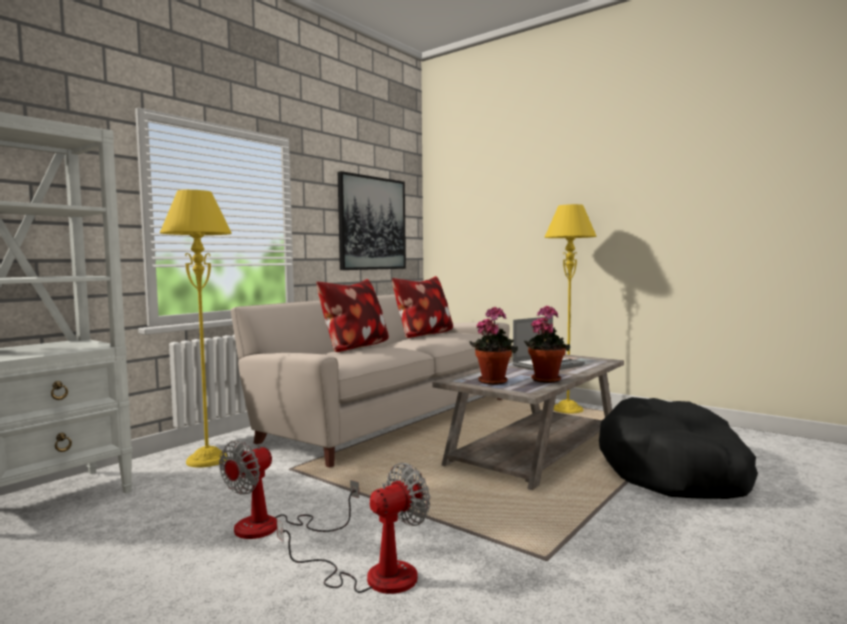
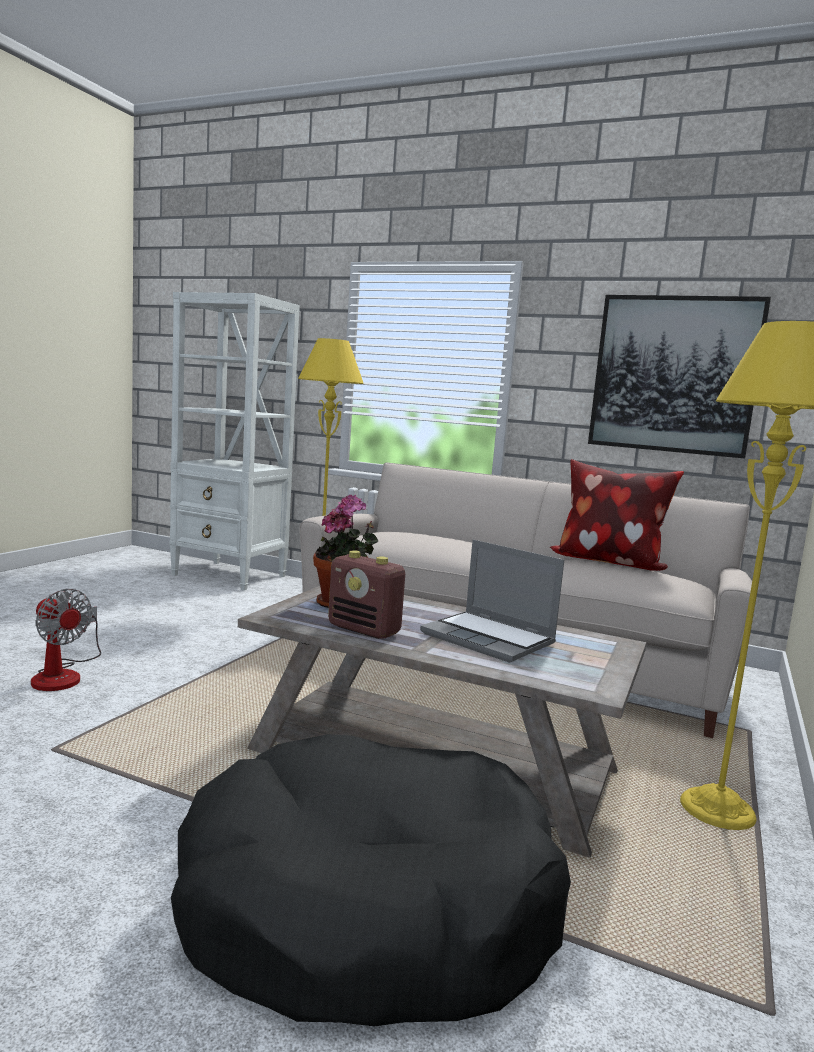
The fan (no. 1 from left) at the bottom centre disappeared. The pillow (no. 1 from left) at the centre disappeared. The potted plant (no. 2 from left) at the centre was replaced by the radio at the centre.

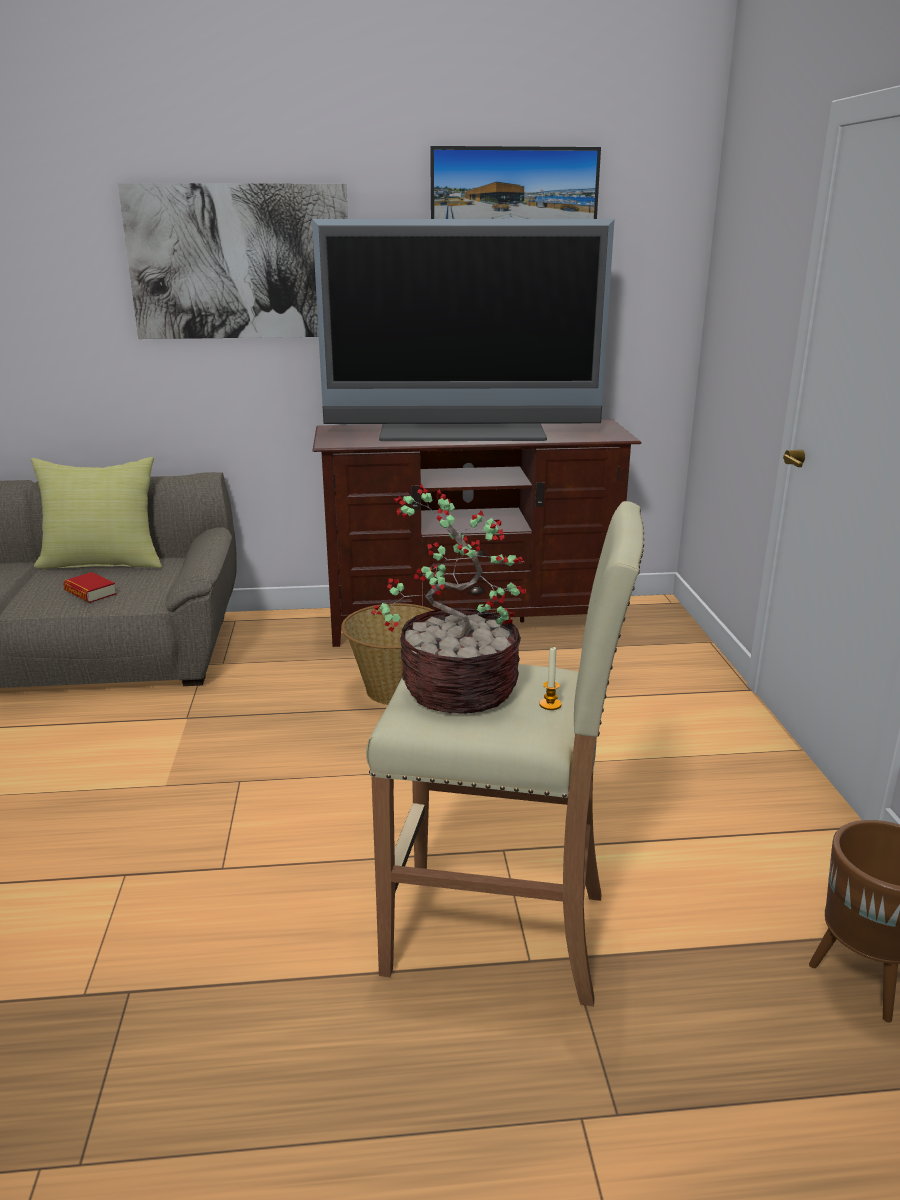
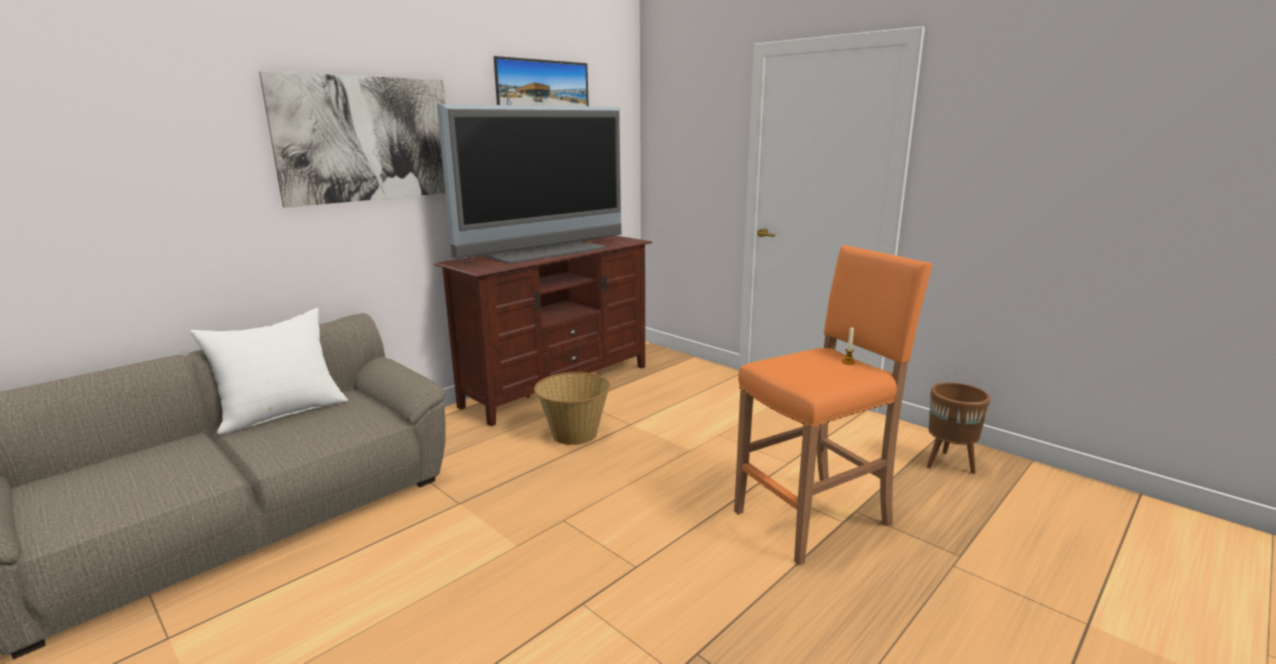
The pillow in yellow at the middle left became the pillow in white at the middle left. The book at the middle left disappeared. The stool in beige at the centre became the stool in orange at the centre. The potted plant at the centre disappeared.

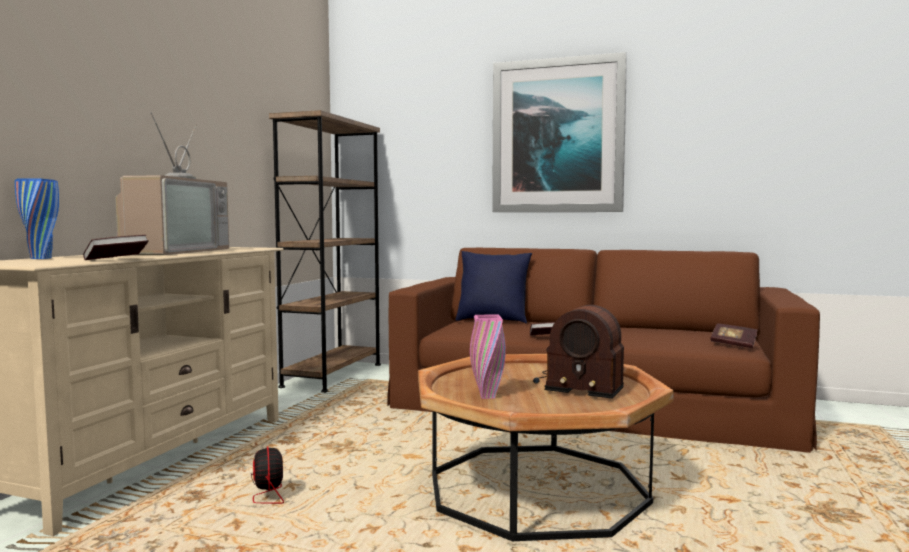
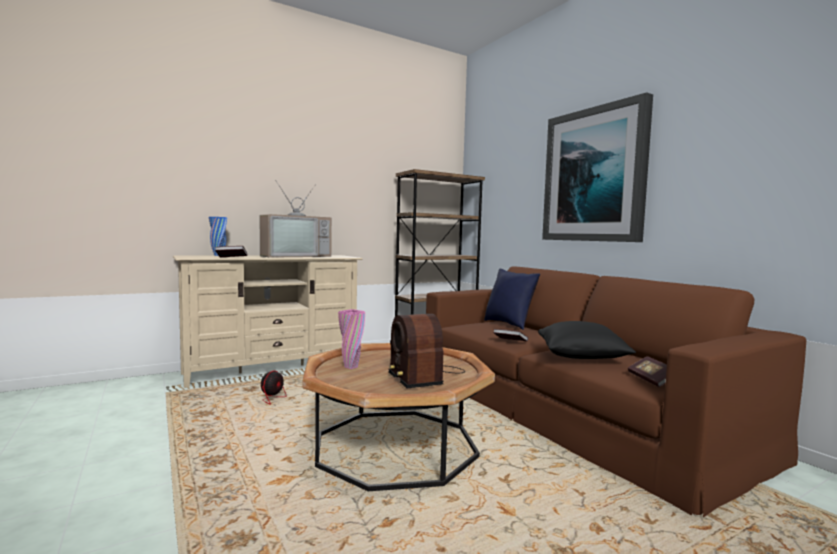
The pillow in black at the middle right appeared.

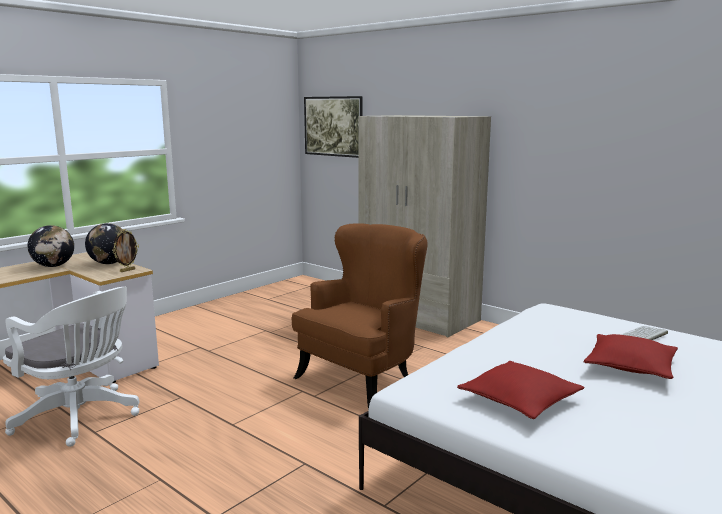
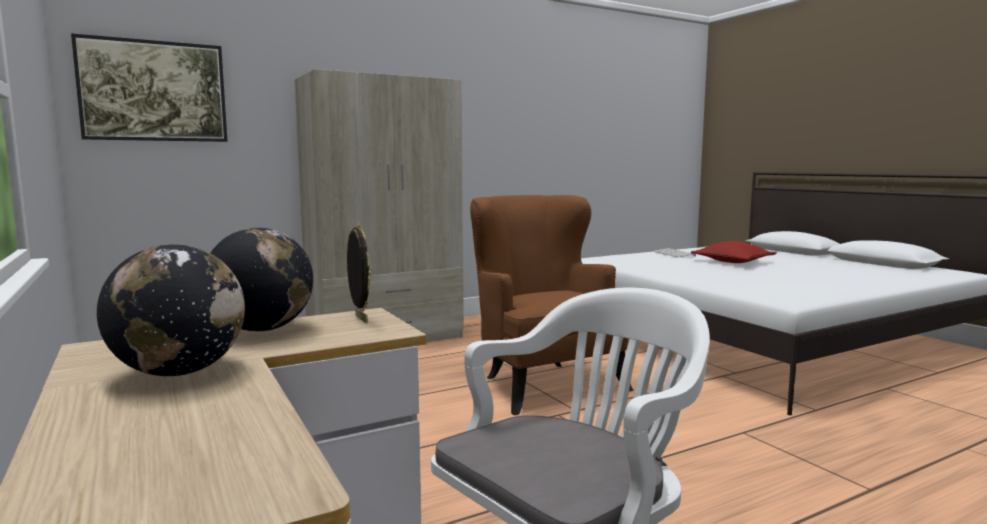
The pillow in red (no. 1 from left) at the bottom right disappeared.

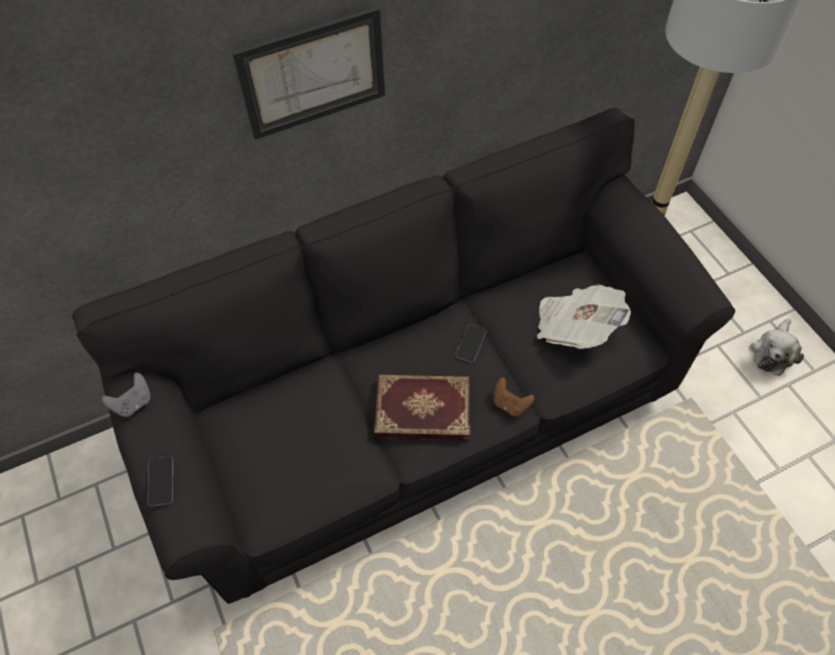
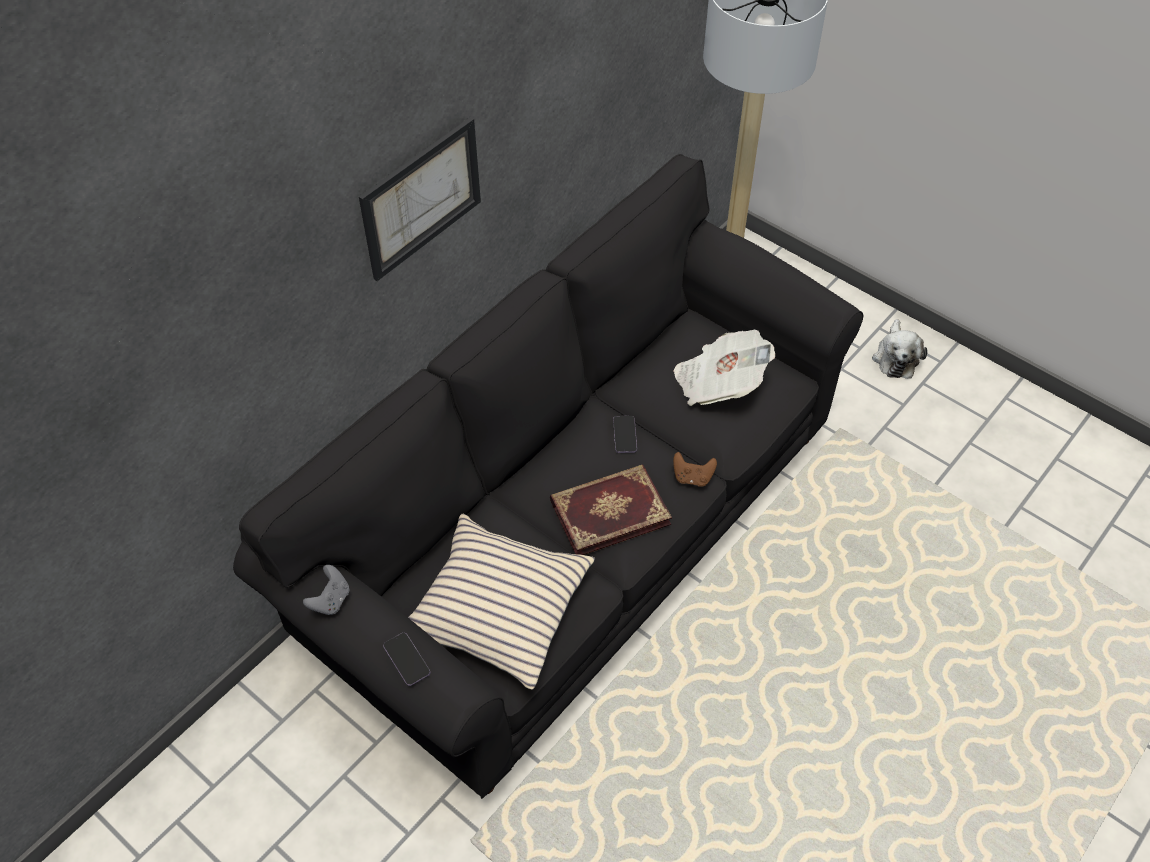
The pillow in beige at the bottom centre appeared.

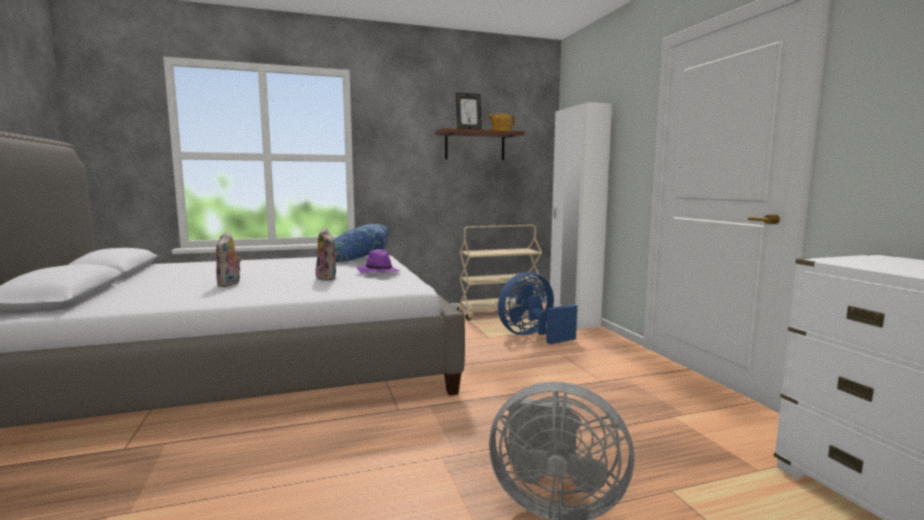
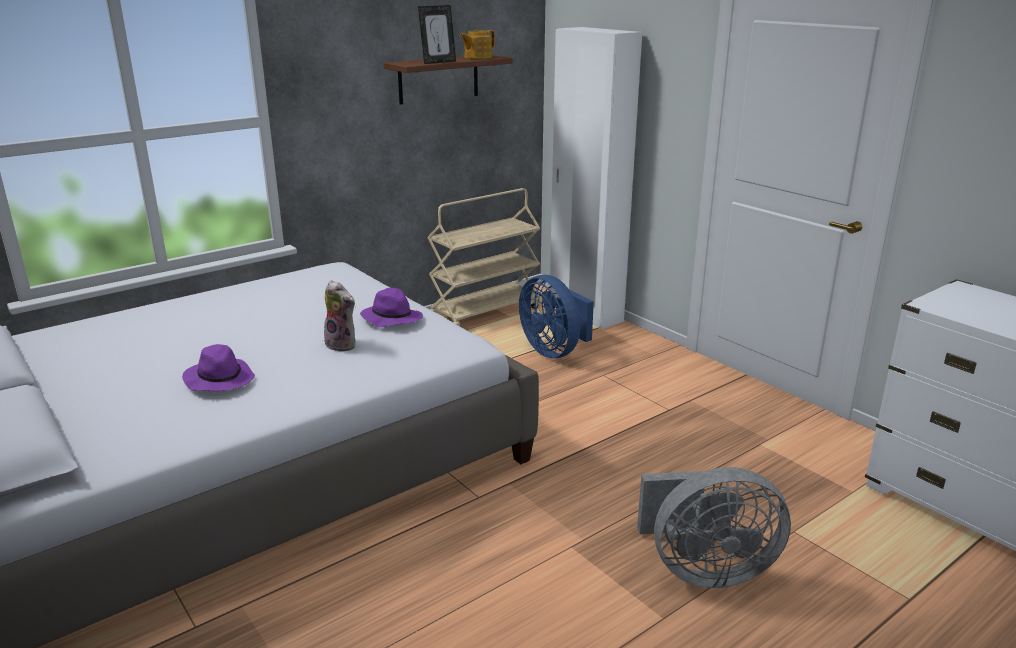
The plush toy (no. 1 from left) at the middle left was replaced by the hat in purple (no. 1 from left) at the middle left. The pillow in blue at the centre disappeared. The fan in blue at the centre turned 75 degrees counterclockwise.

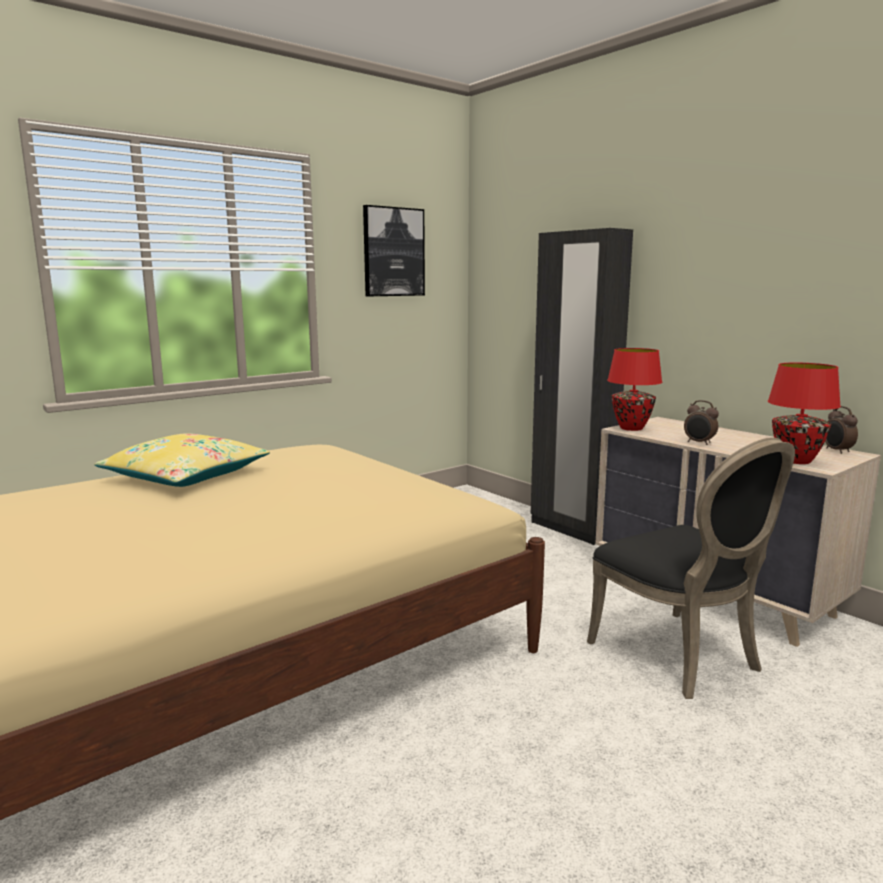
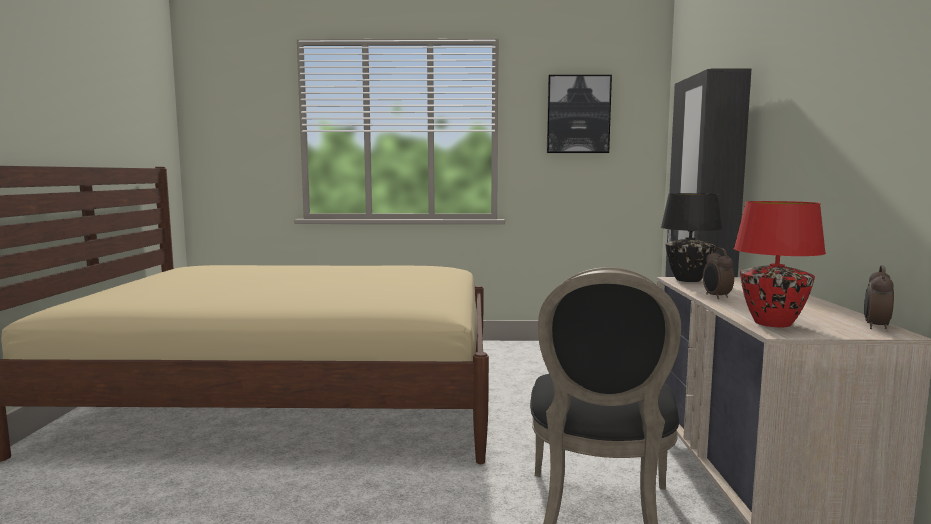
The pillow in yellow at the middle left disappeared. The table lamp in red (no. 1 from left) at the middle right became the table lamp in black at the middle right.

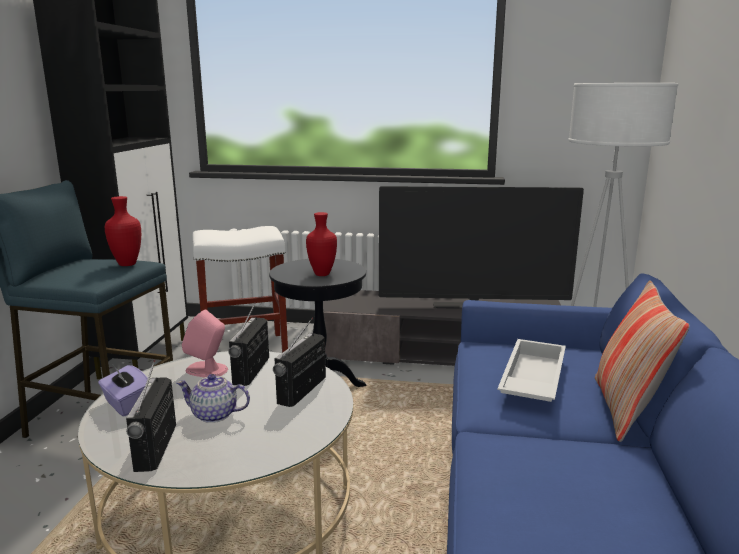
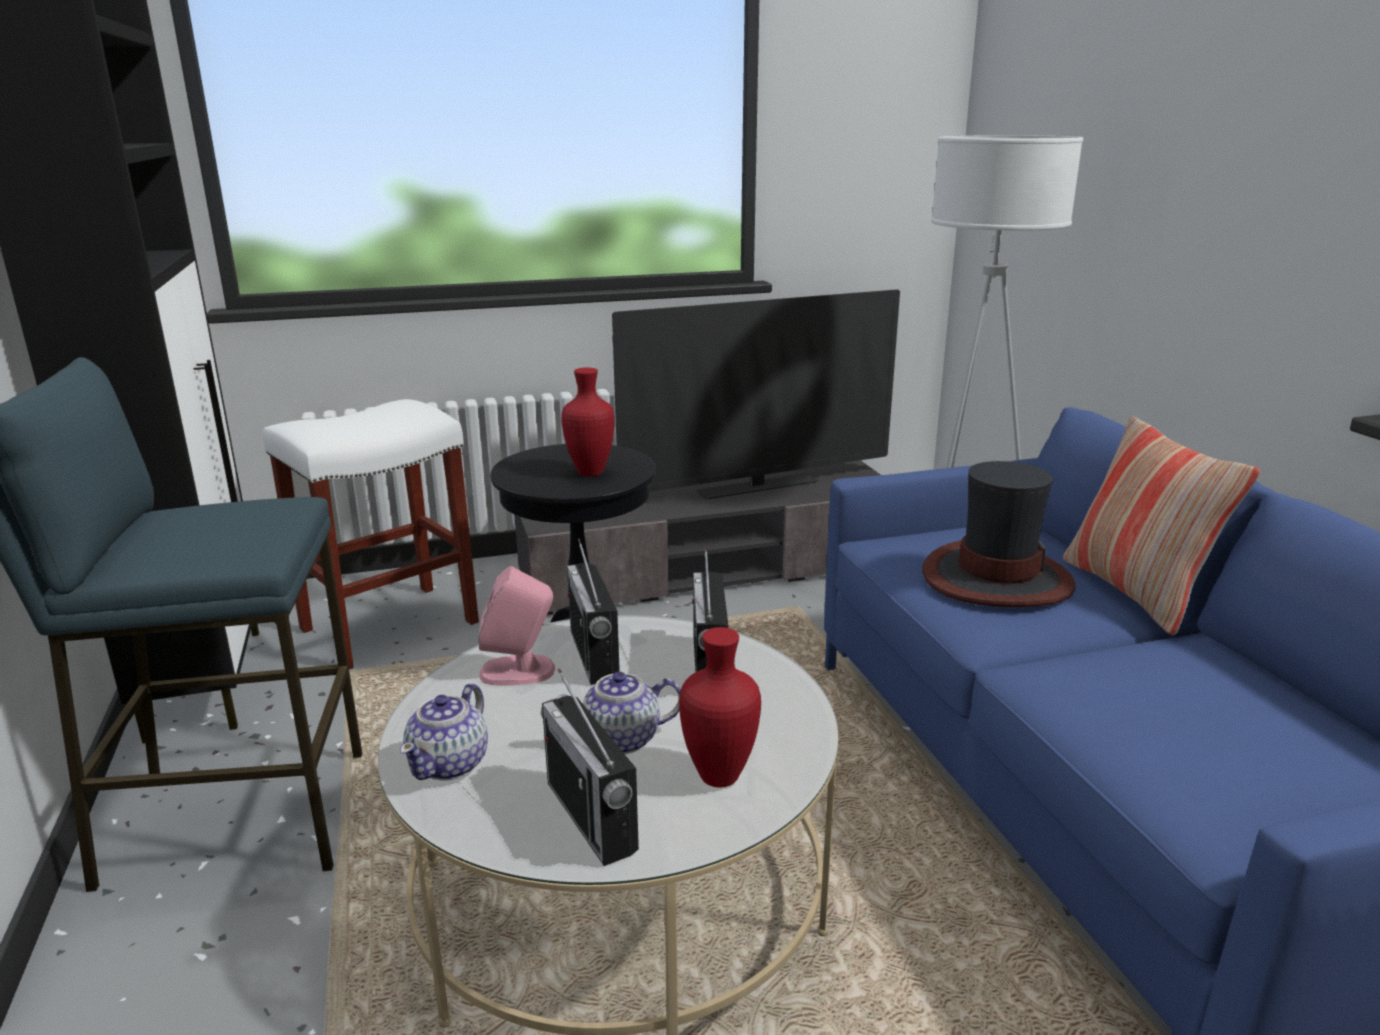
The tissue box in purple at the bottom left was replaced by the teapot (no. 1 from left) at the bottom left. The vase in red (no. 1 from left in the first image) moved from the middle left to the bottom centre. The tray in white at the bottom right was replaced by the hat at the middle right.

